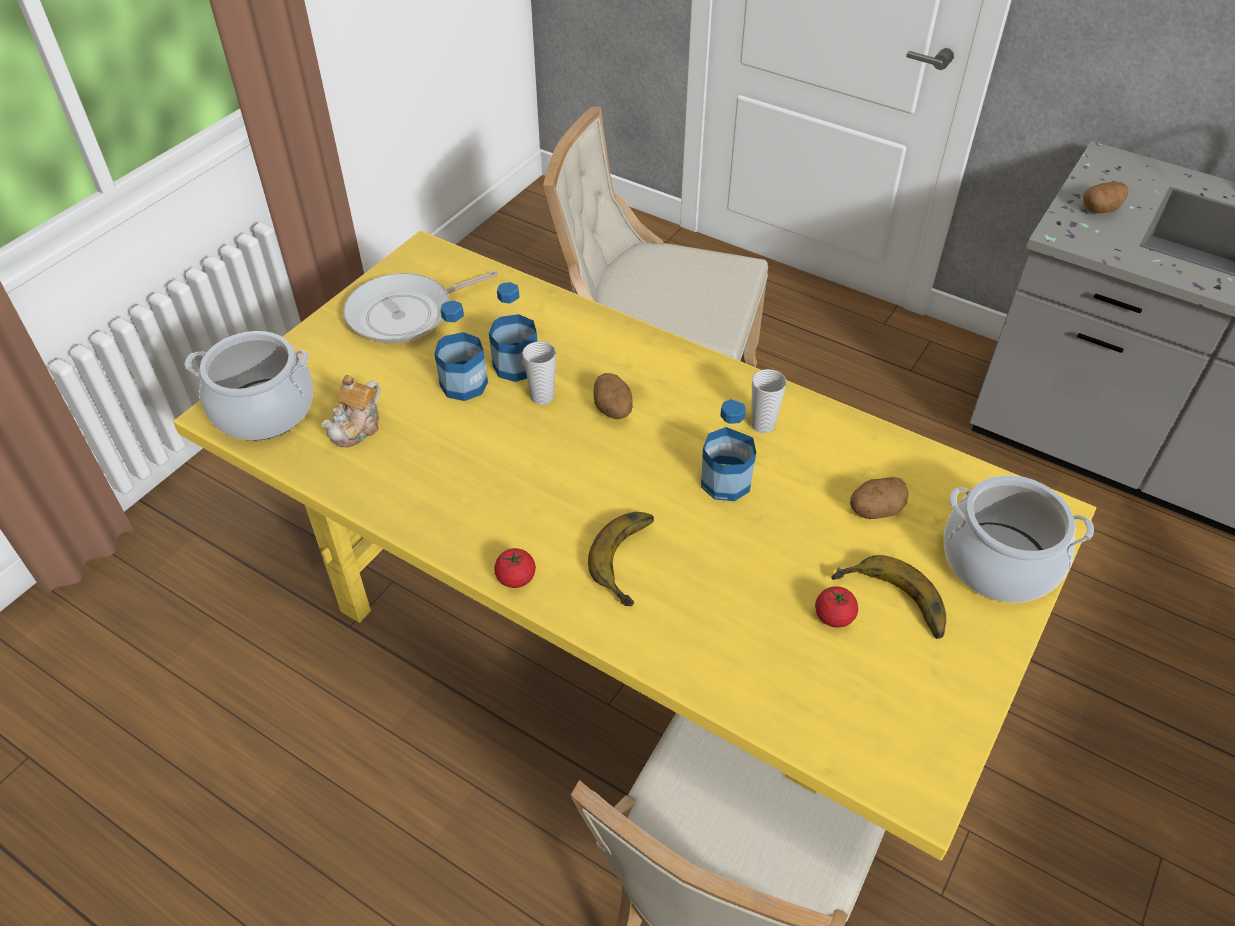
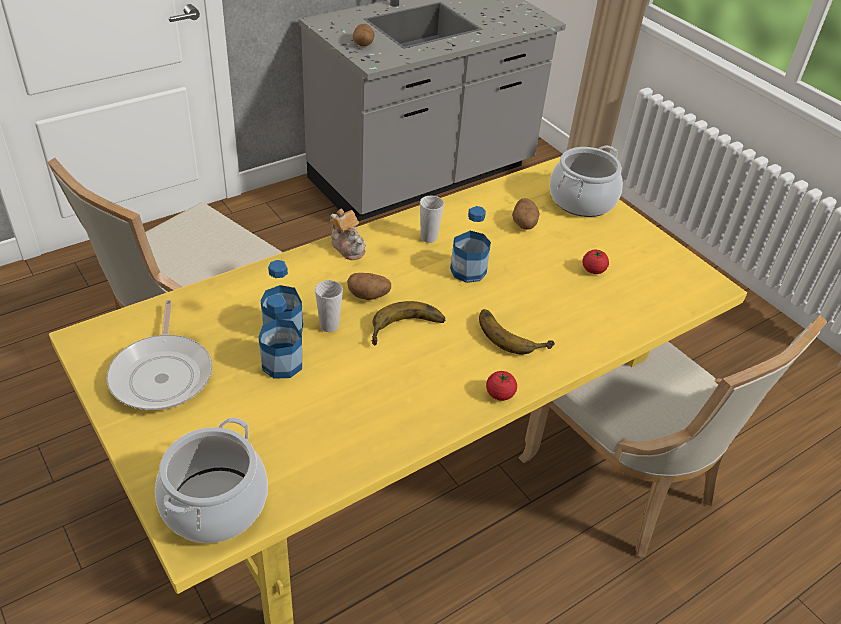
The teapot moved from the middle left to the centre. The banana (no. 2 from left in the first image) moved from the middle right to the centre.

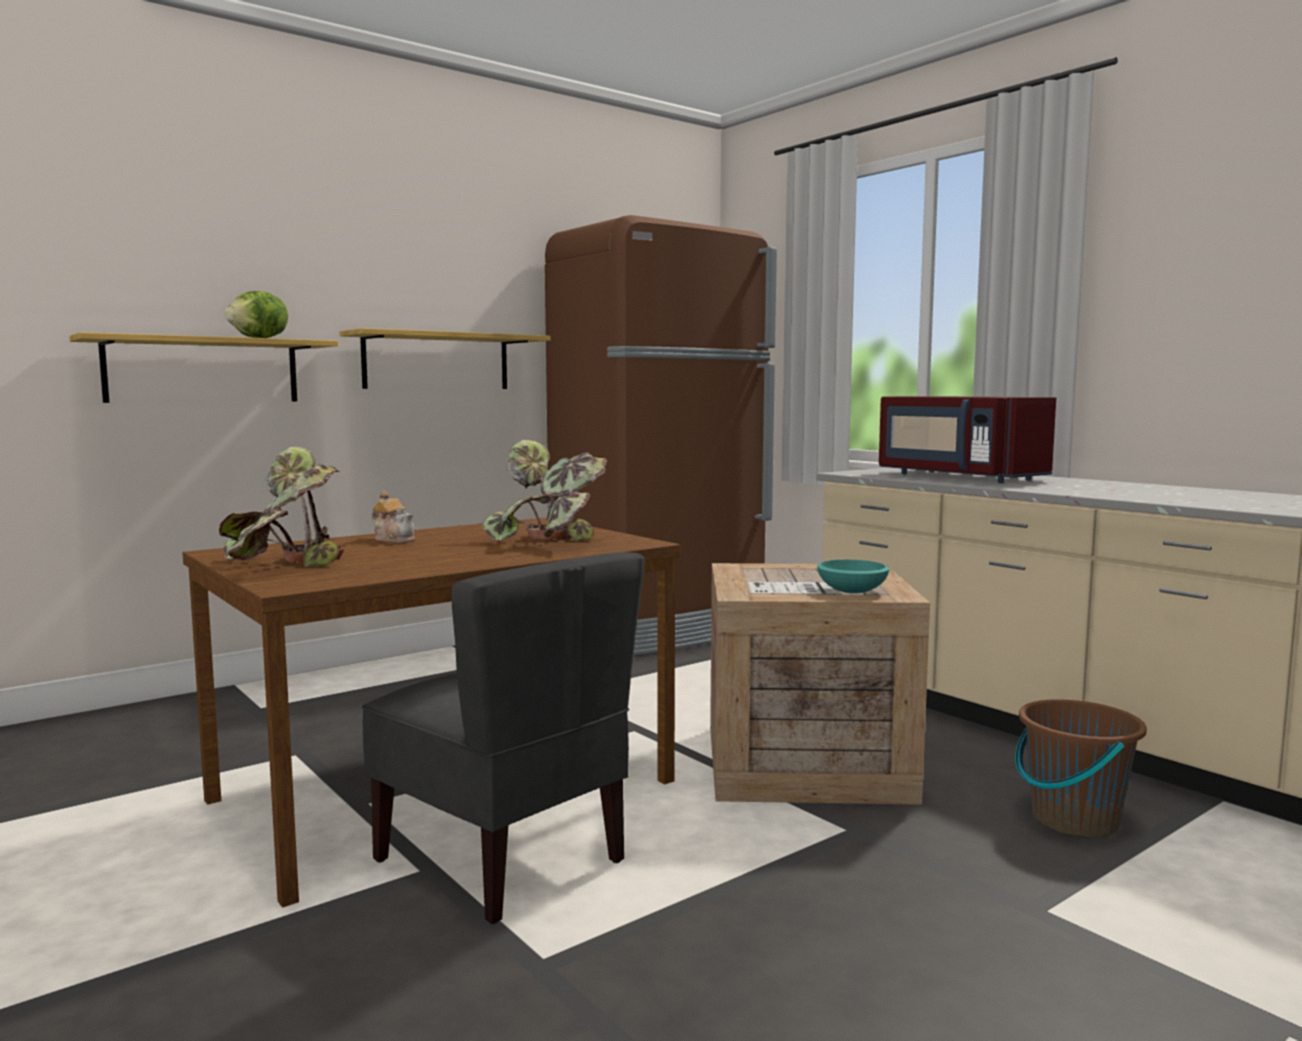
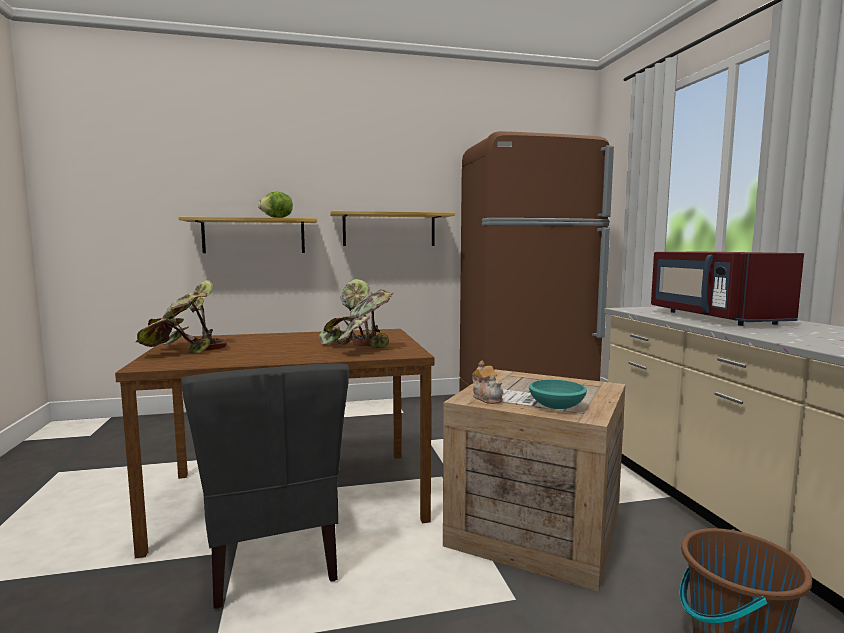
The teapot moved from the middle left to the centre.

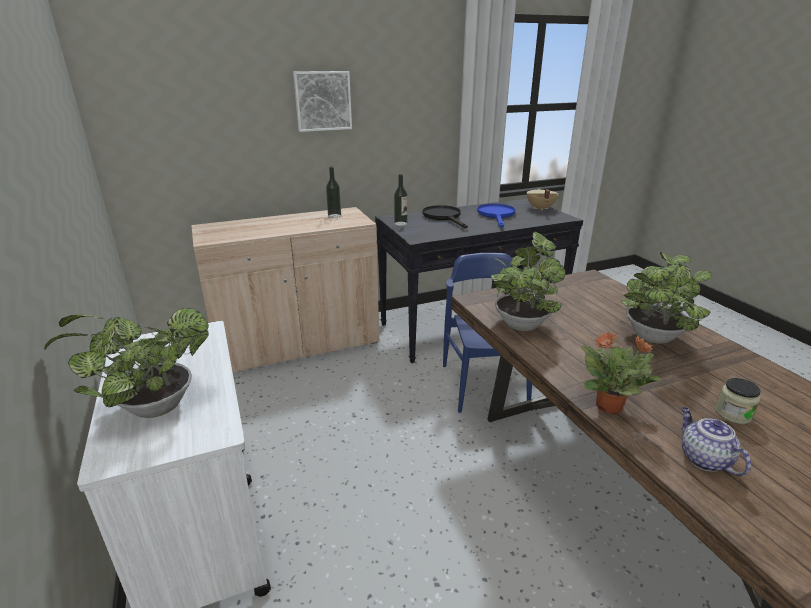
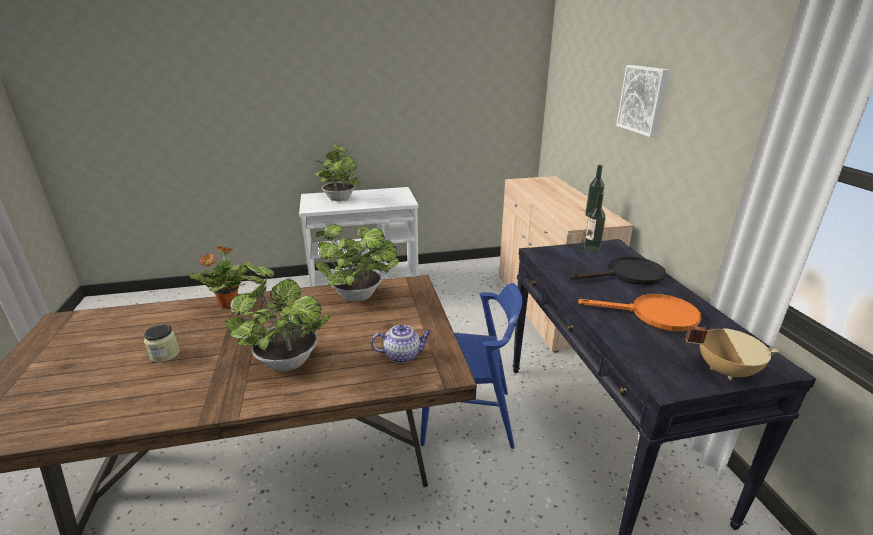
The frying pan in blue at the centre became the frying pan in orange at the middle right. The teapot moved from the bottom right to the centre.

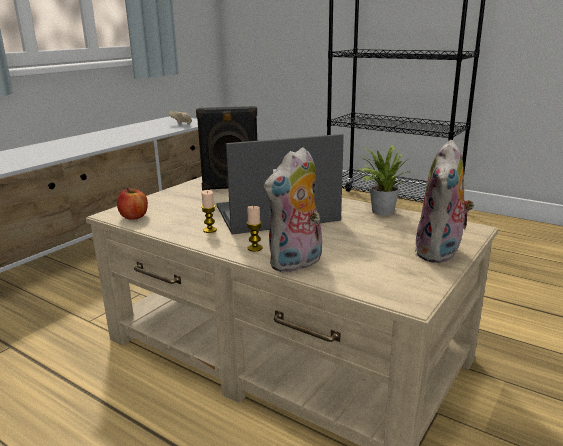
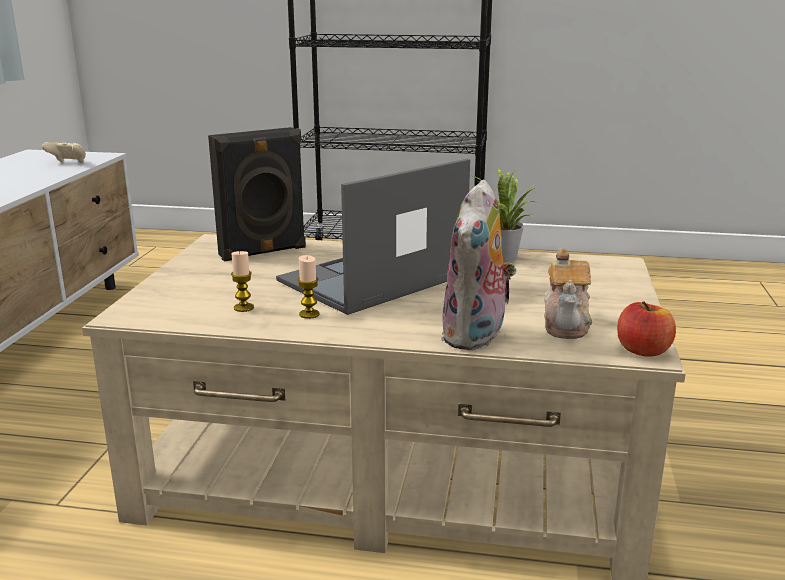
The apple moved from the middle left to the middle right. The candle (no. 2 from left in the first image) moved from the centre to the middle left. The plush toy (no. 2 from left) at the middle right disappeared. The teapot at the middle right appeared.

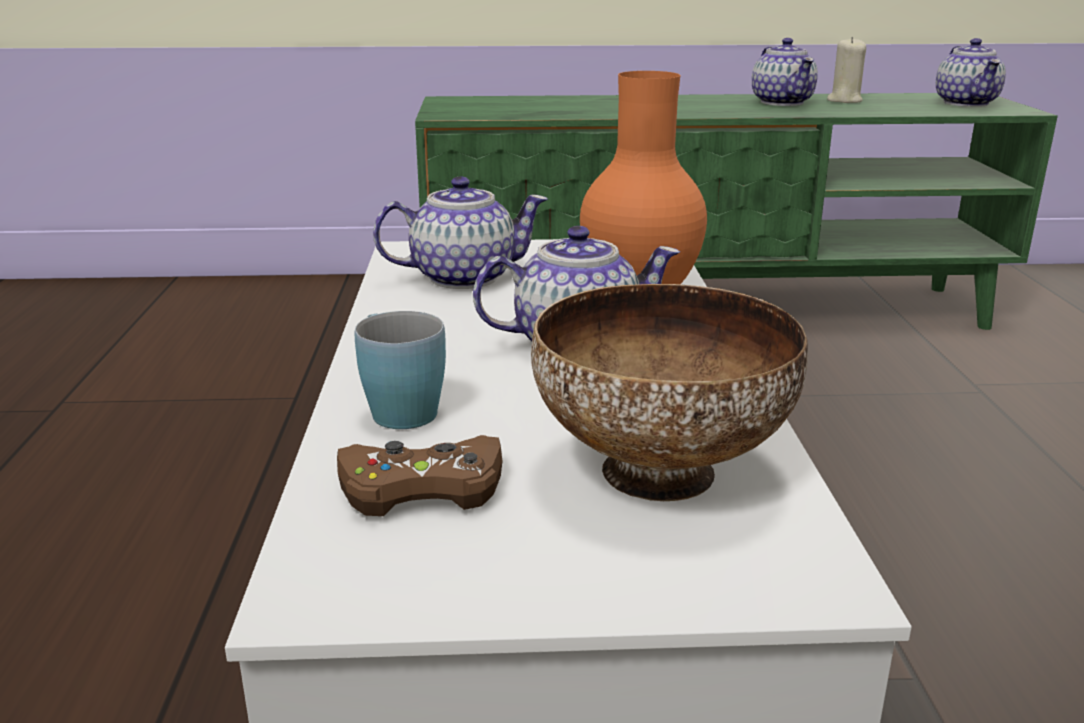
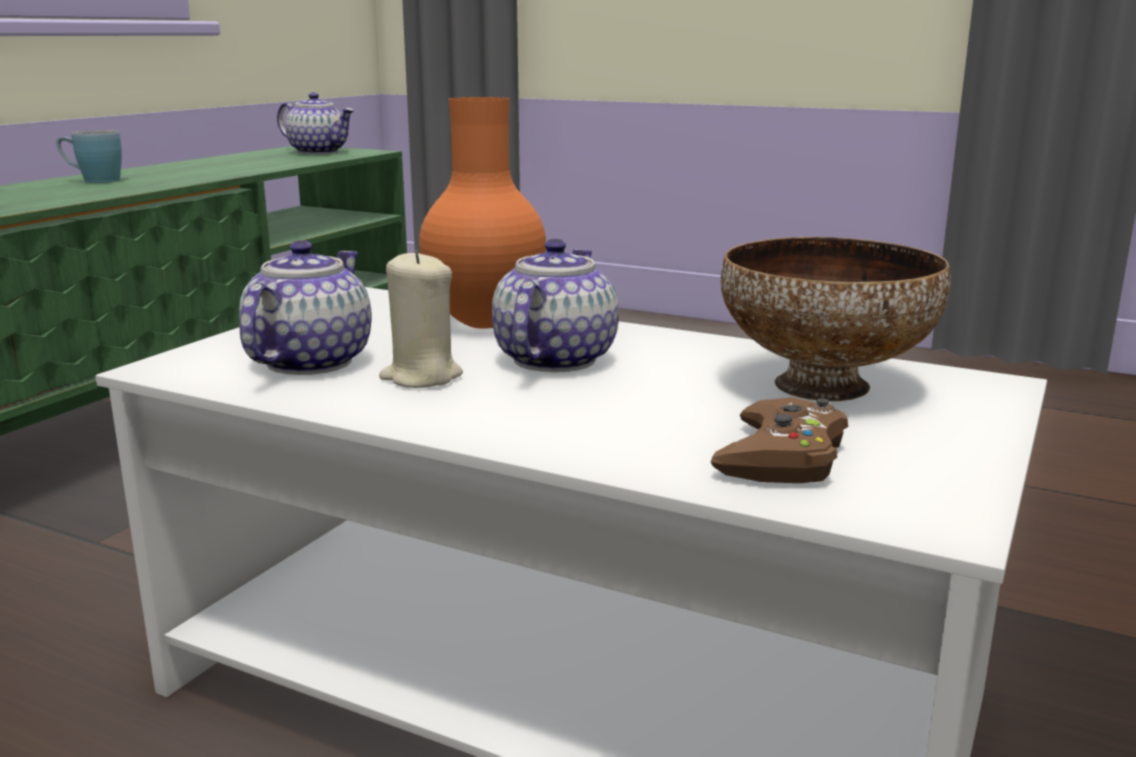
The mug in blue moved from the centre to the top left. The teapot (no. 3 from left) at the top right disappeared. The candle in beige moved from the top right to the centre.

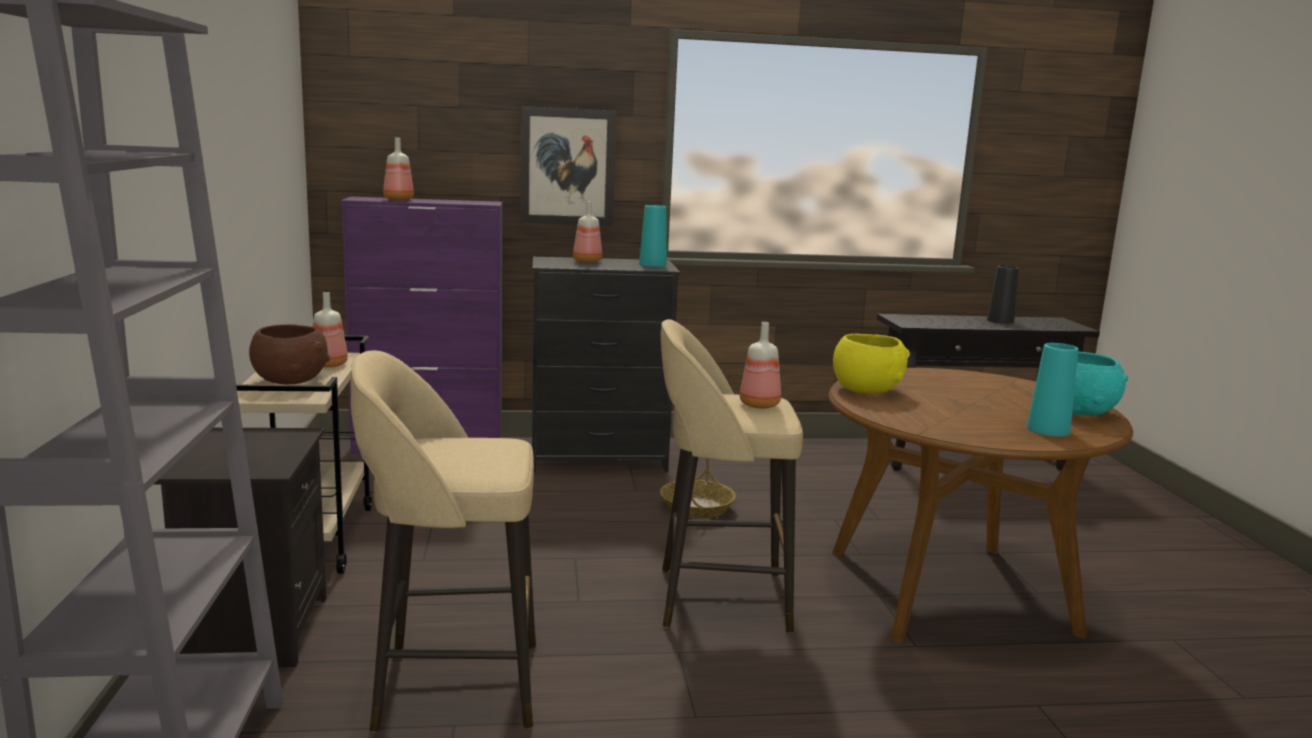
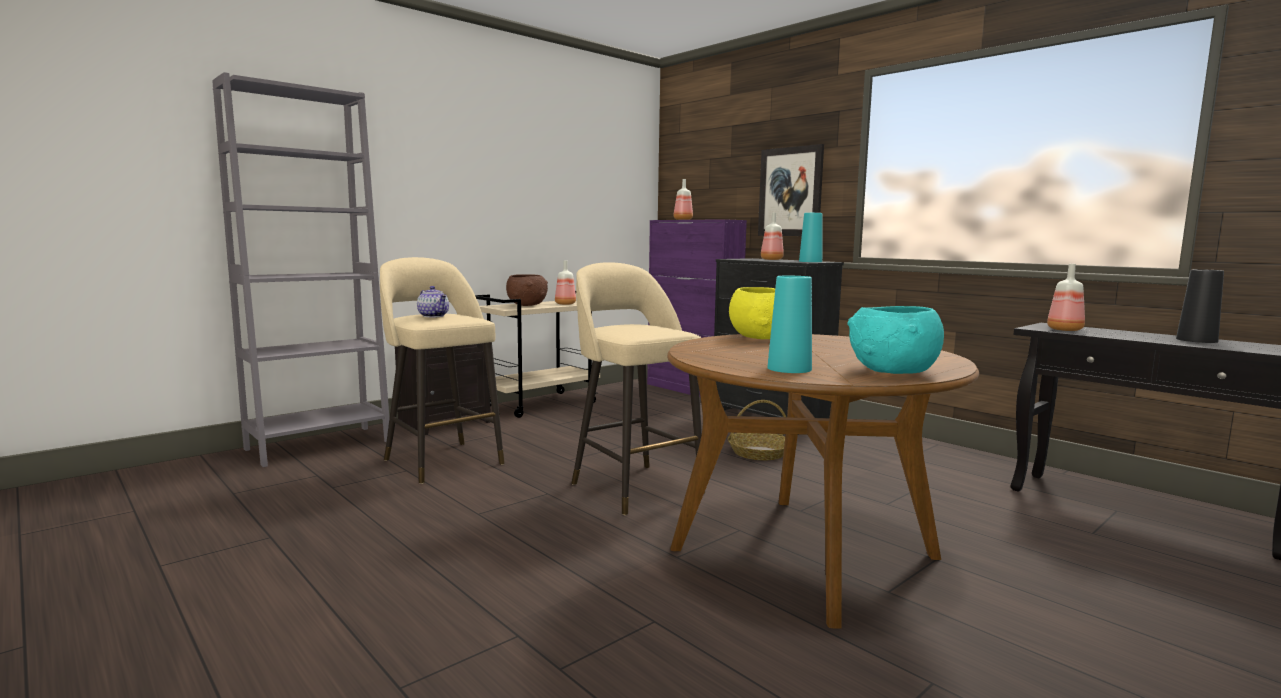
The bottle (no. 4 from left) moved from the centre to the middle right. The teapot at the centre appeared.

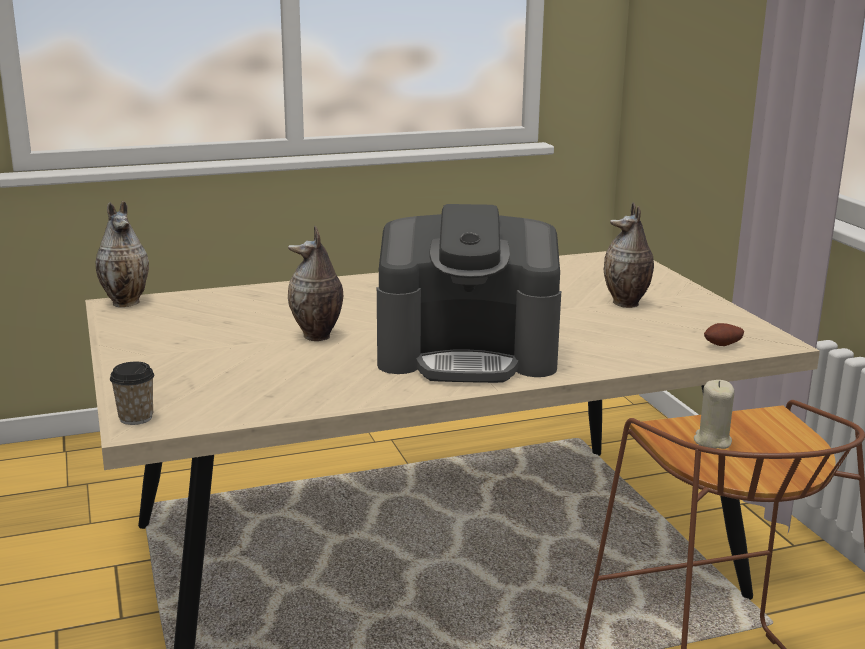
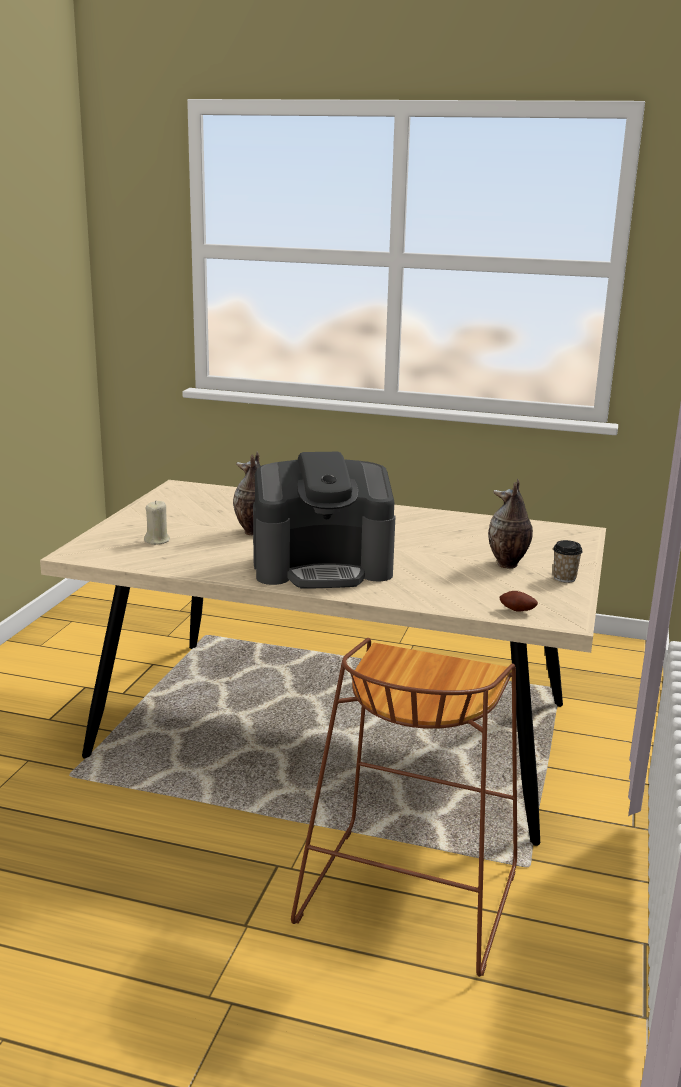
The vase (no. 1 from left) at the middle left disappeared. The cup moved from the middle left to the middle right. The coffee machine at the centre turned 45 degrees counterclockwise. The candle in beige moved from the middle right to the middle left.

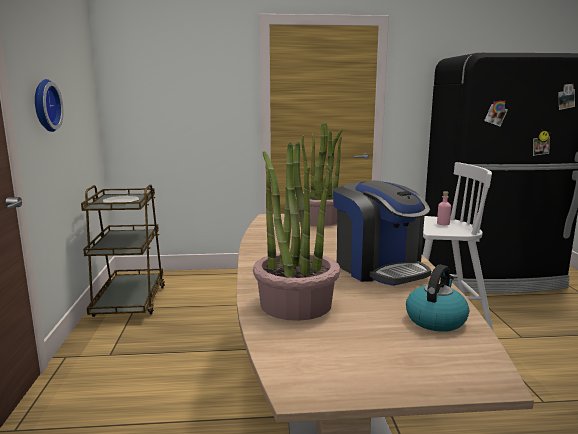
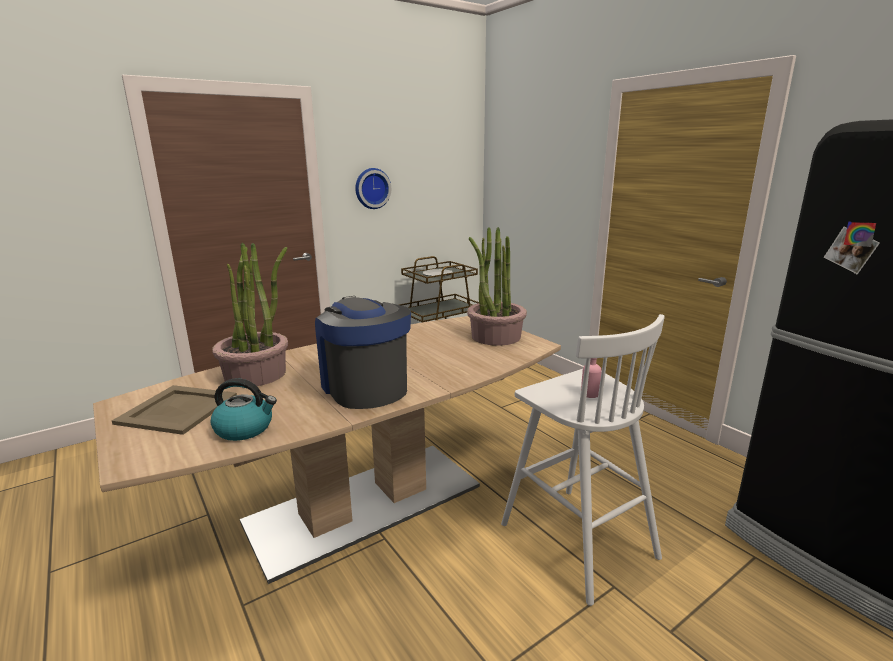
The coffee machine at the centre turned 120 degrees clockwise. The tray in beige at the middle left appeared.

